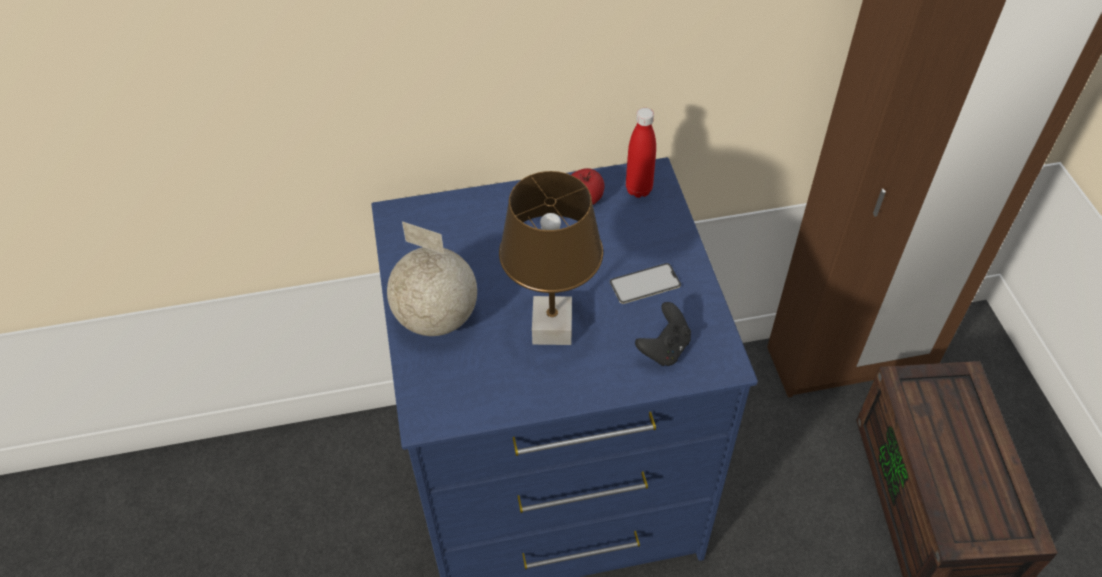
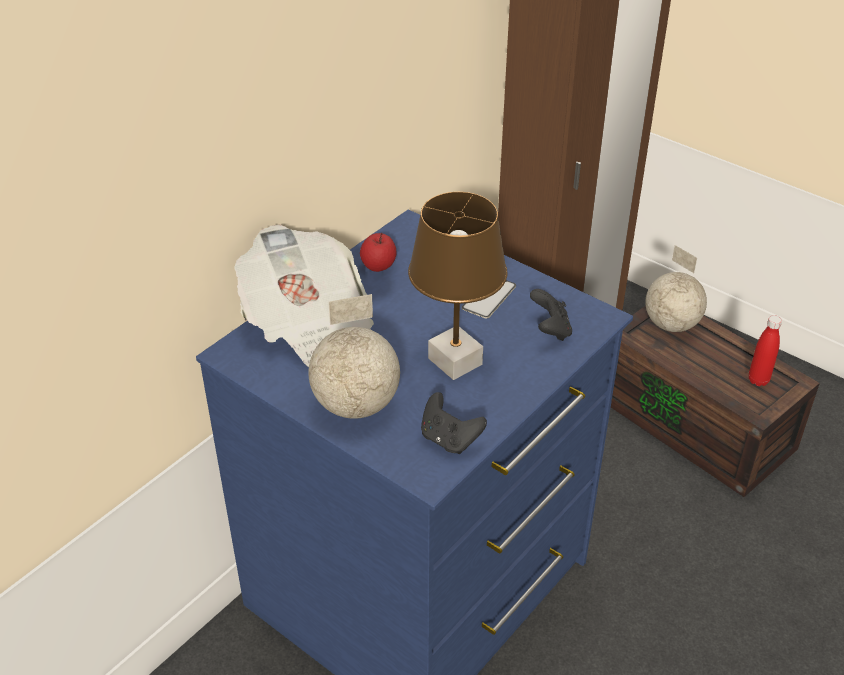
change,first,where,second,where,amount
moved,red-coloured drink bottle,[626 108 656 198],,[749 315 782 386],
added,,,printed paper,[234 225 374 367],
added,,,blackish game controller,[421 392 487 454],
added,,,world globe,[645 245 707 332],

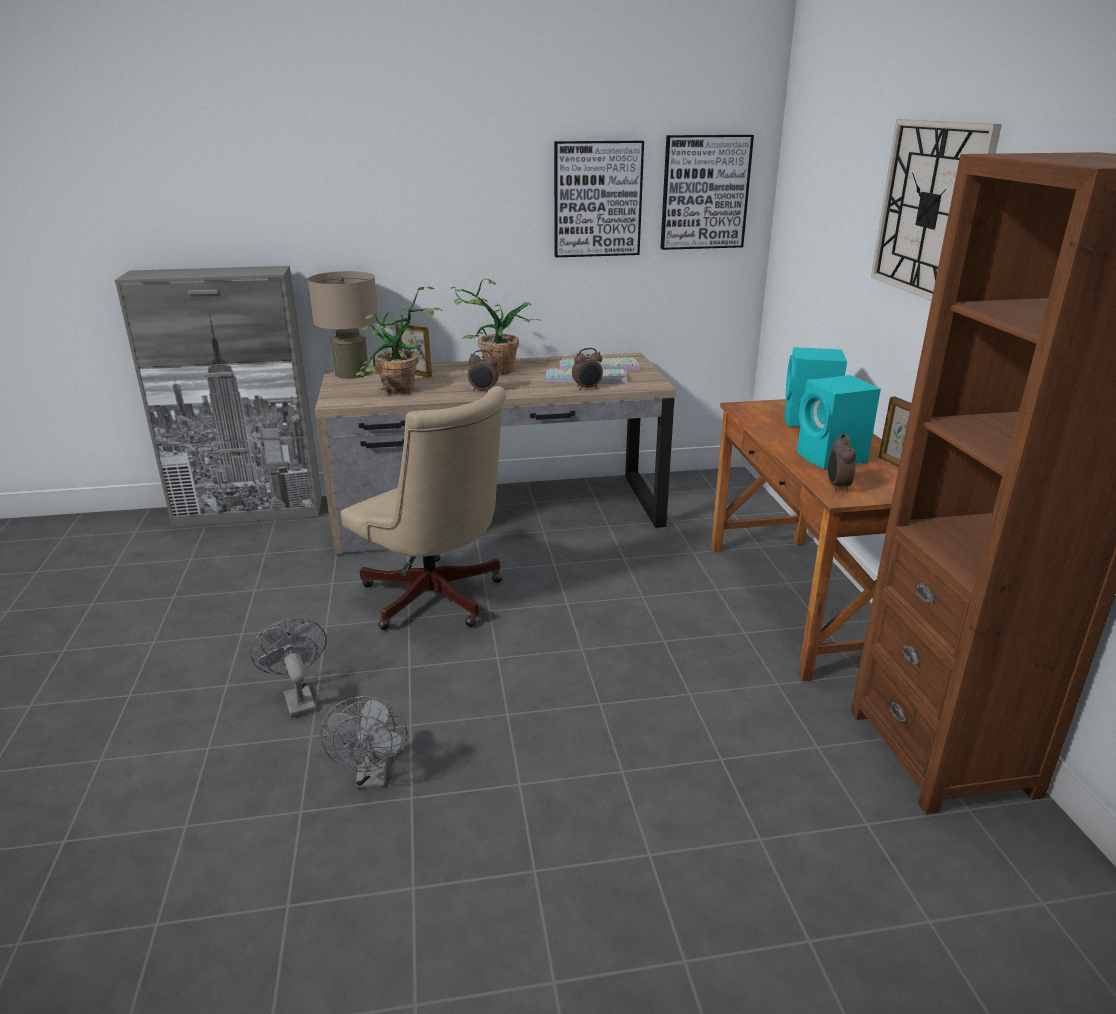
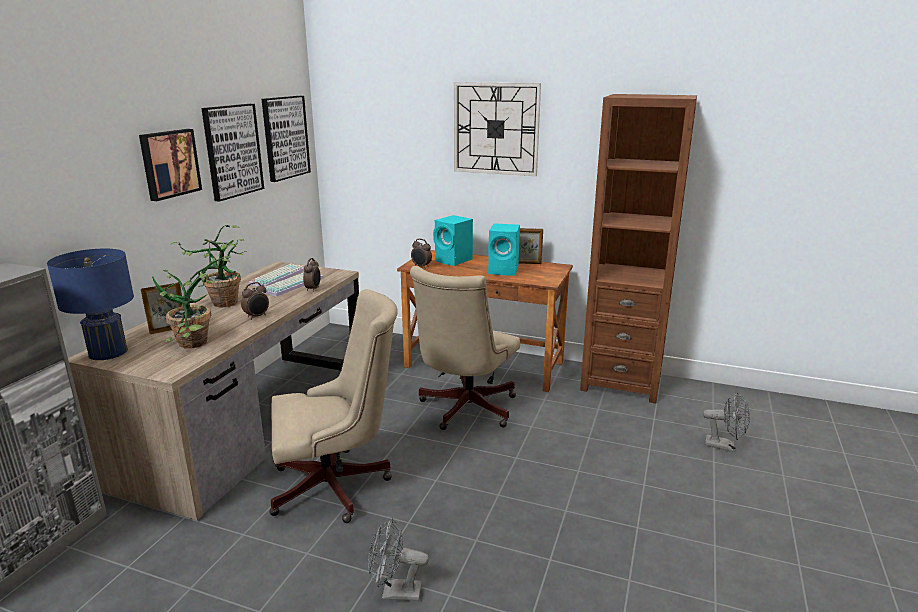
change,first,where,second,where,amount
recoloured,beige tabletop lamp,[308 271 379 379],bluish tabletop lamp,[47 249 134 360],
moved,grey fan,[320 696 408 789],,[703 392 750 452],
moved,table clock,[828 434 856 492],,[411 239 432 269],
added,,,wall art,[139 129 202 201],
added,,,beige computer chair,[410 266 520 430],

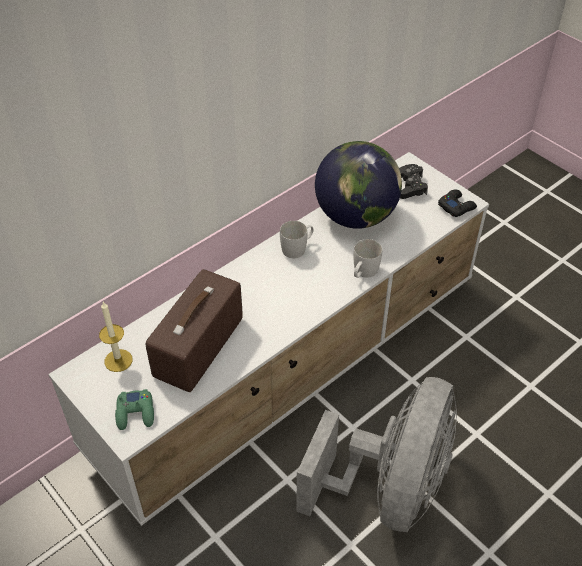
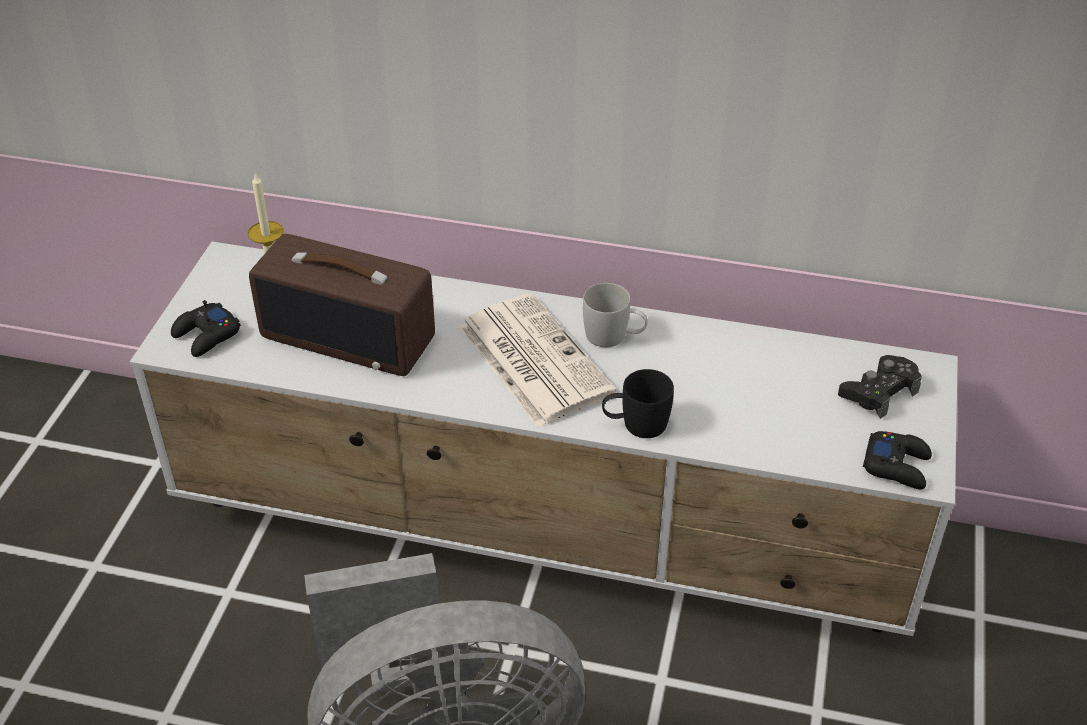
change,first,where,second,where,amount
recoloured,greenish game controller,[115 389 154 430],blackish game controller,[171 300 241 357],
turned,radio set,[146 269 243 392],,[249 234 435 376],150 degrees counterclockwise
removed,world globe,[315 141 402 229],,,
recoloured,whitish mug,[354 239 382 278],blackish mug,[602 369 674 438],
added,,,printed paper,[459 293 616 427],

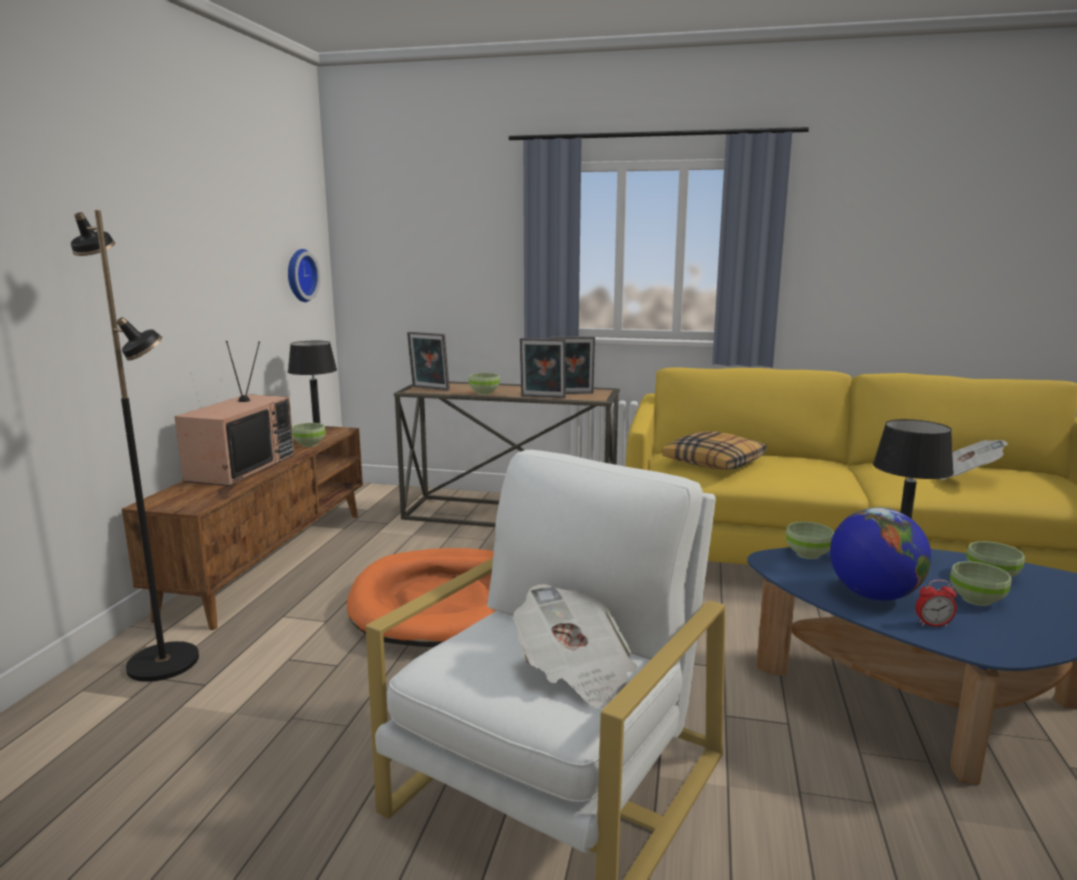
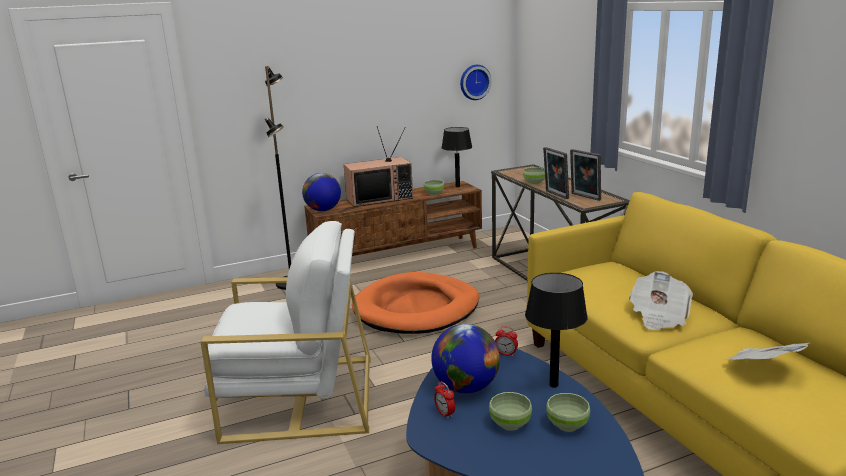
change,first,where,second,where,amount
removed,photo frame,[407 332 450 390],,,
moved,printed paper,[513 584 637 708],,[629 271 693 330],
removed,pillow,[662 431 766 470],,,
replaced,greenish serving bowl,[786 522 834 559],table clock,[495 326 518 357],
added,,,world globe,[302 173 341 211],

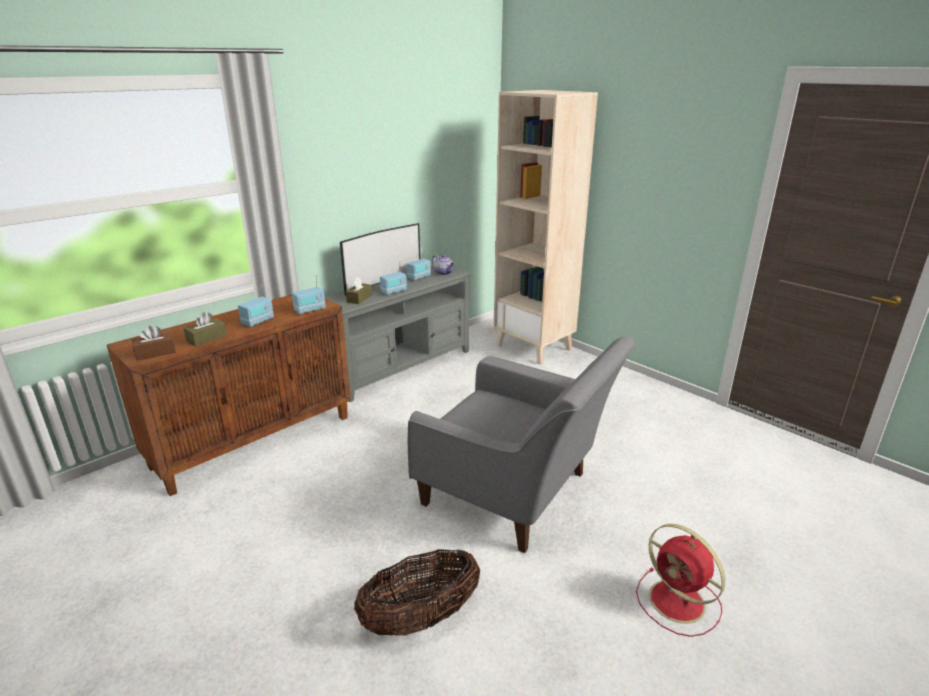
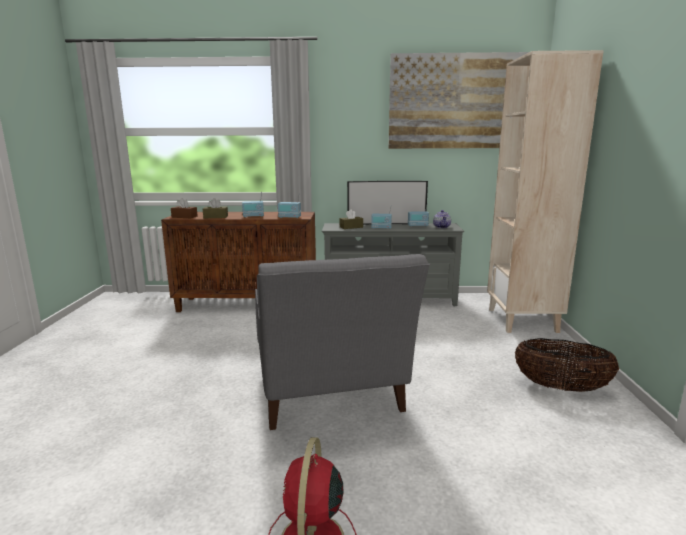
change,first,where,second,where,amount
moved,basket,[354 549 480 636],,[515 338 619 392],
added,,,wall art,[388 52 529 149],

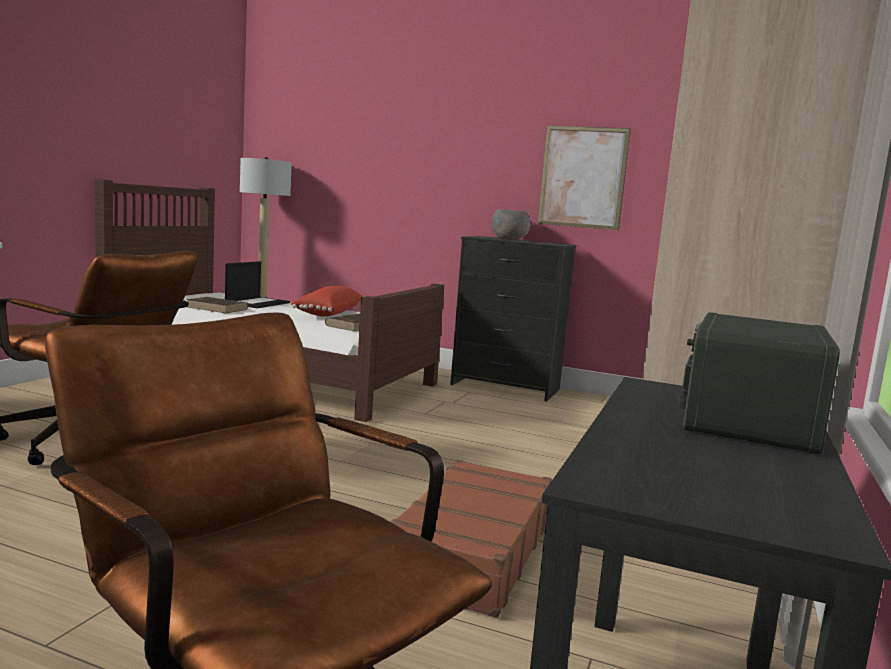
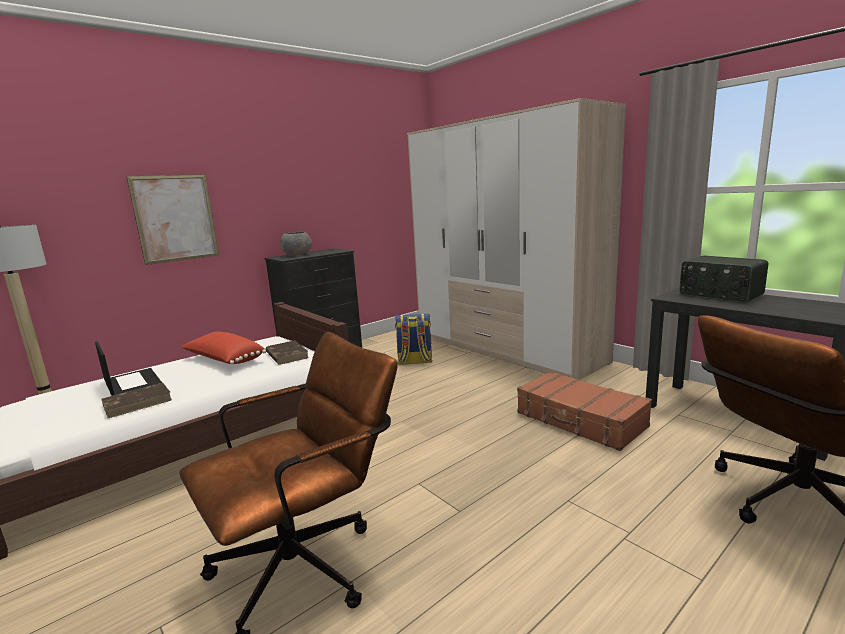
change,first,where,second,where,amount
moved,wall art,[538 126 631 230],,[126 174 219 265],
added,,,knapsack,[395 314 432 365],

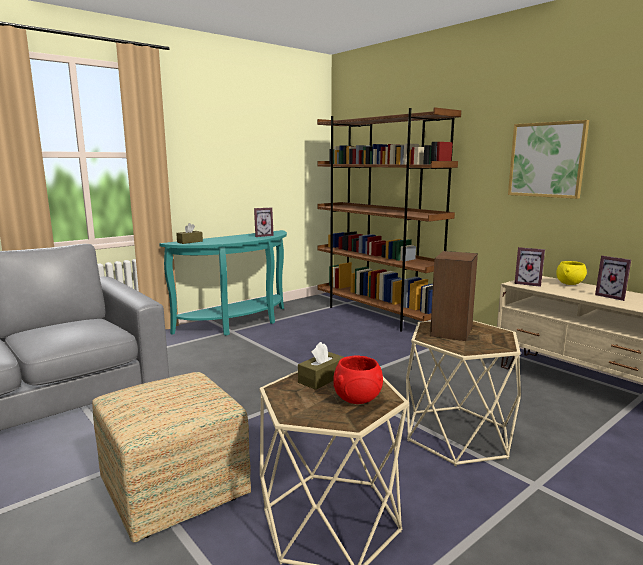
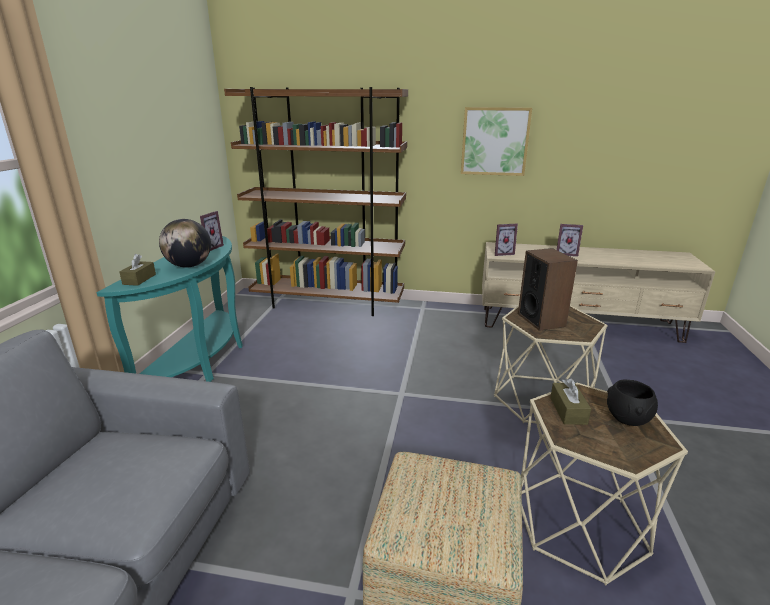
change,first,where,second,where,amount
recoloured,red-coloured serving bowl,[333 355 383 404],blackish serving bowl,[607 380 658 426],
removed,yellow serving bowl,[556 261 587 285],,,
added,,,world globe,[159 219 211 268],

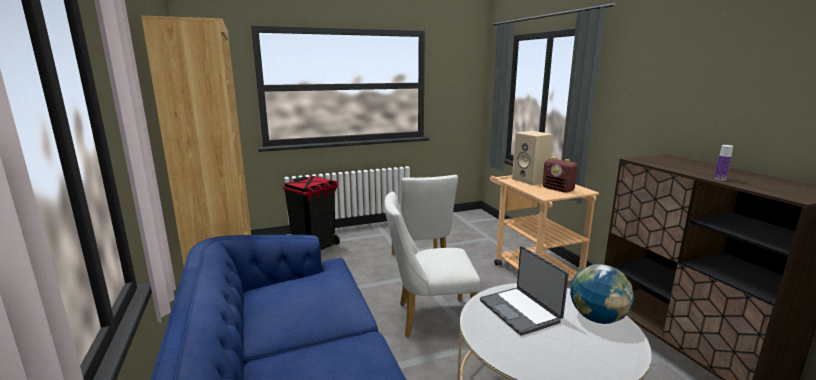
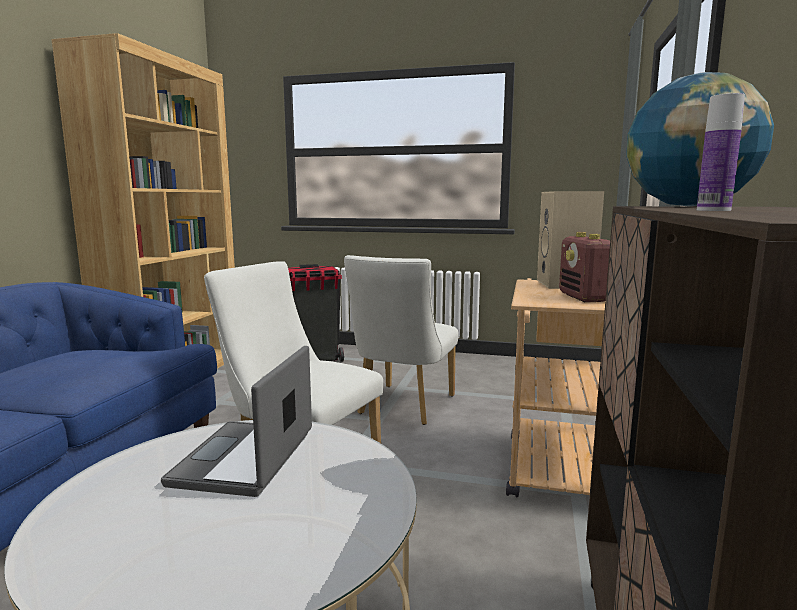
change,first,where,second,where,amount
moved,world globe,[570 264 634 324],,[626 72 774 207],

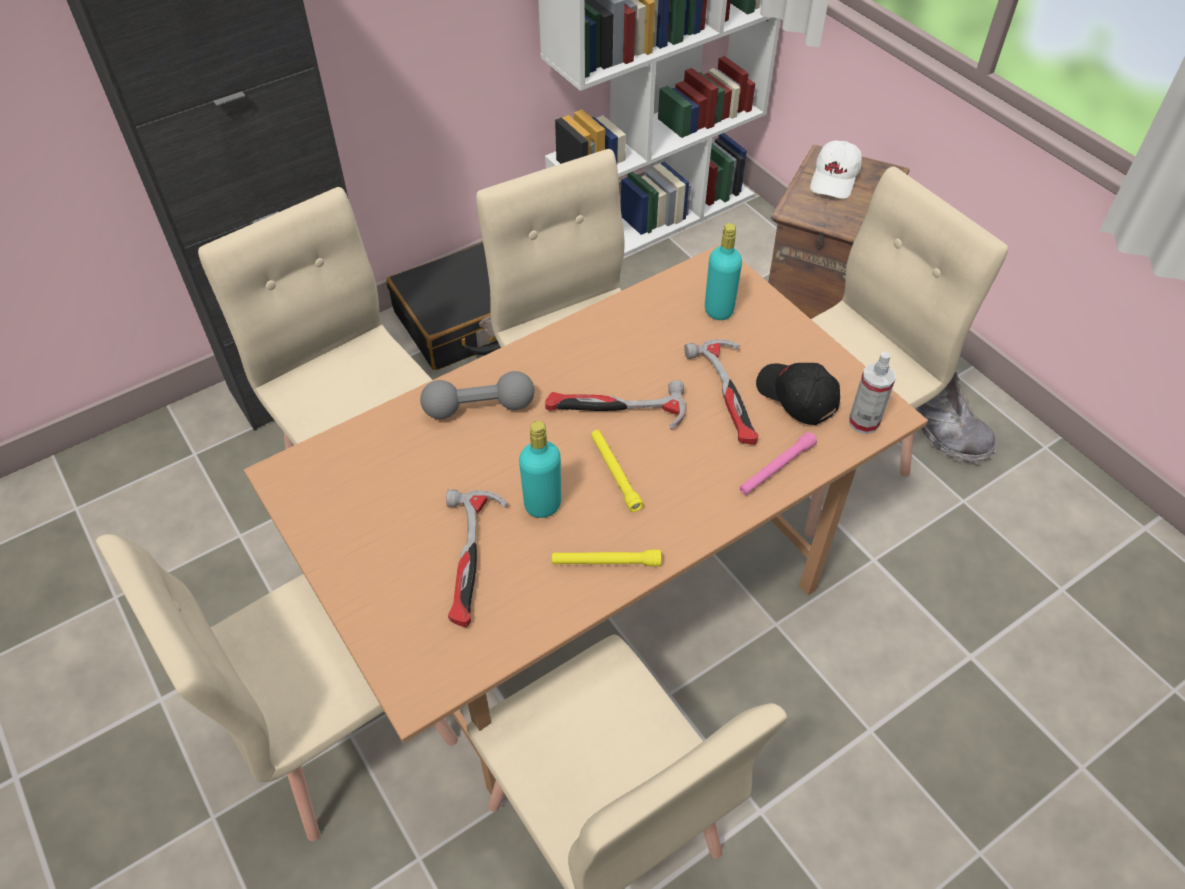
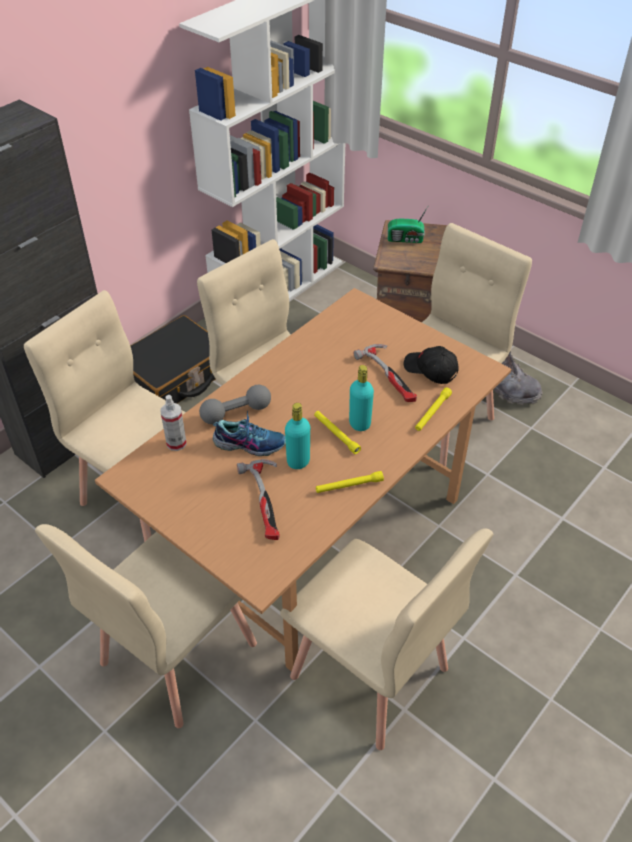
change,first,where,second,where,amount
removed,hammer,[545 380 685 429],,,
moved,turquoise-coloured drink bottle,[705 223 742 320],,[349 365 374 431],
recoloured,pink-coloured torch,[740 432 817 495],yellow torch,[415 387 452 431],
replaced,whitish cap,[810 140 862 199],radio set,[388 205 429 243],
moved,spray bottle,[849 351 896 434],,[160 395 187 451],
added,,,item of footwear,[213 410 286 456],

